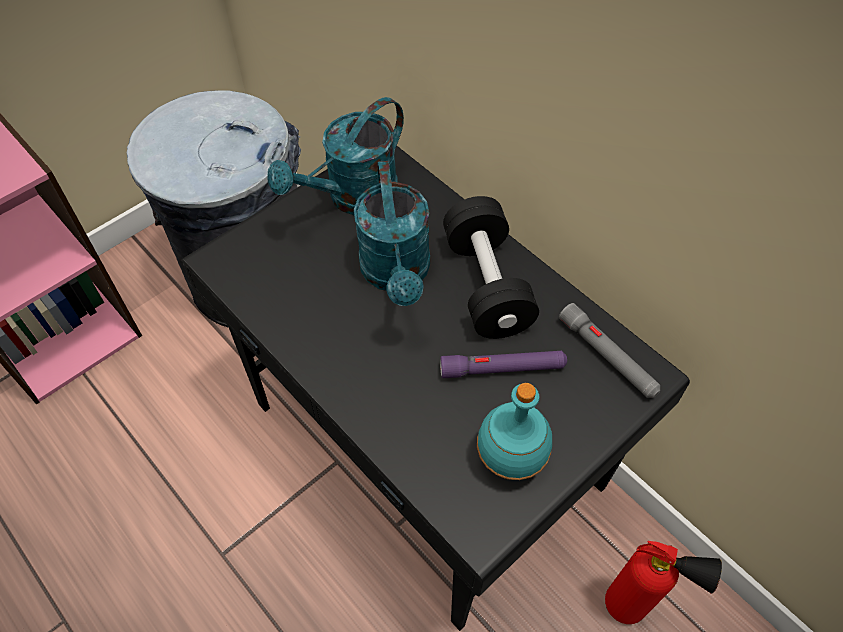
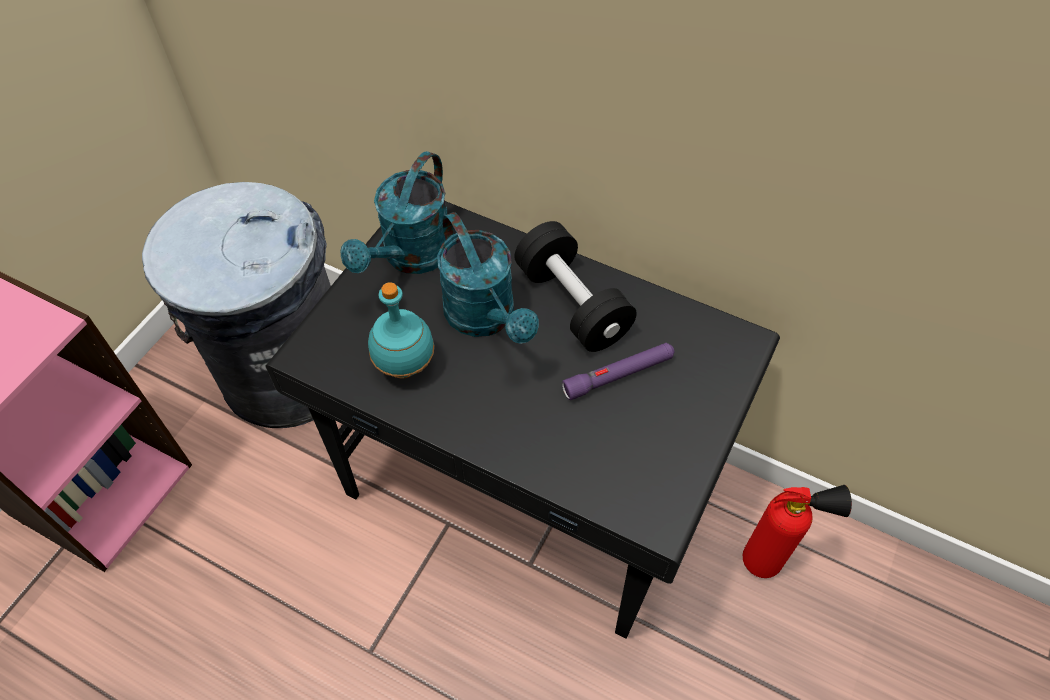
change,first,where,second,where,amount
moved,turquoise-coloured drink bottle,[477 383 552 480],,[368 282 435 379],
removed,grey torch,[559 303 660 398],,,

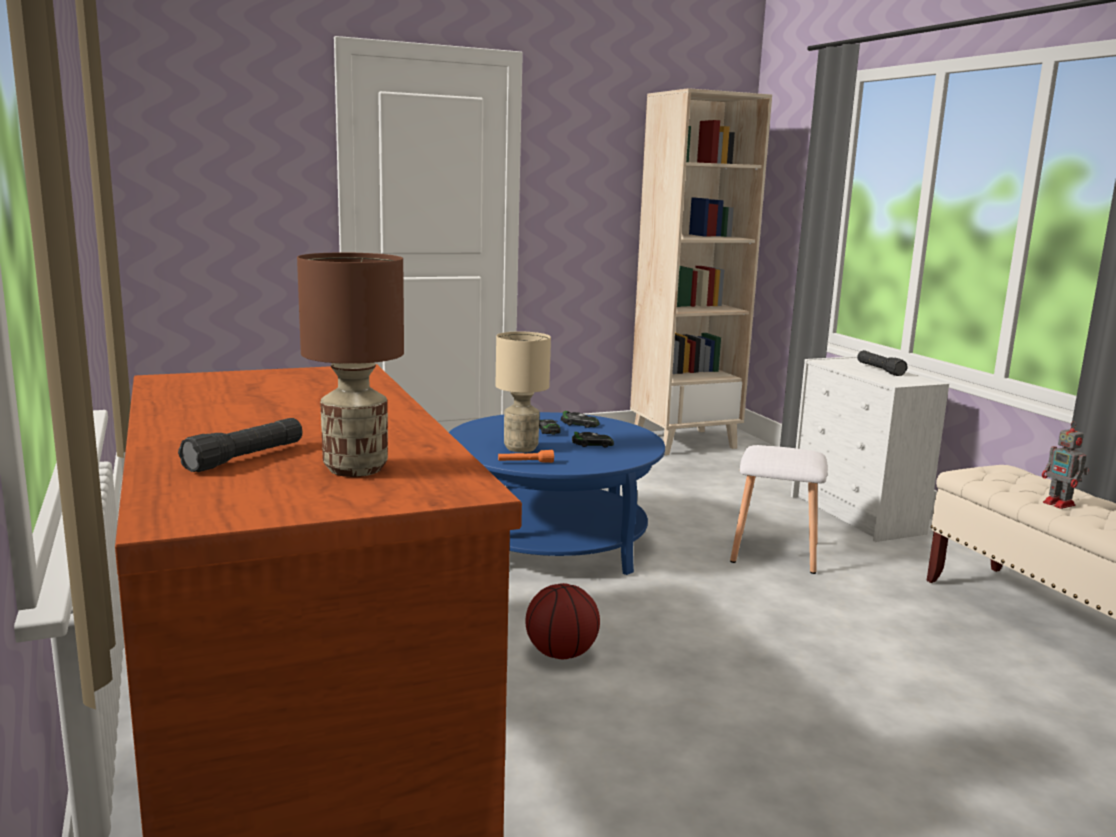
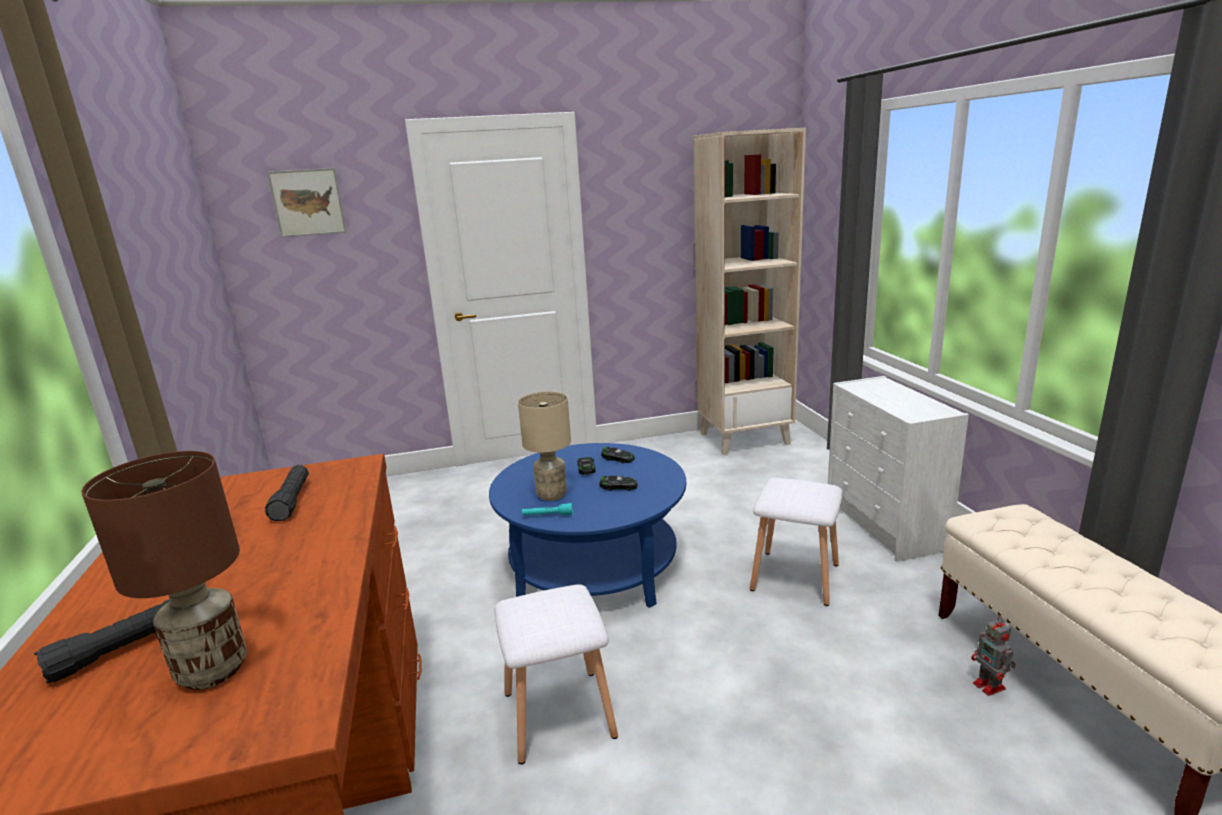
change,first,where,second,where,amount
recoloured,orange torch,[498 450 554 463],turquoise-coloured torch,[522 503 573 515],
replaced,basketball,[525 583 600 659],whitish stool,[494 584 618 764],
moved,blackish torch,[857 350 908 376],,[265 465 309 521],
moved,robot figure,[1042 421 1089 509],,[971 616 1016 696],
added,,,wall art,[267 168 347 237],

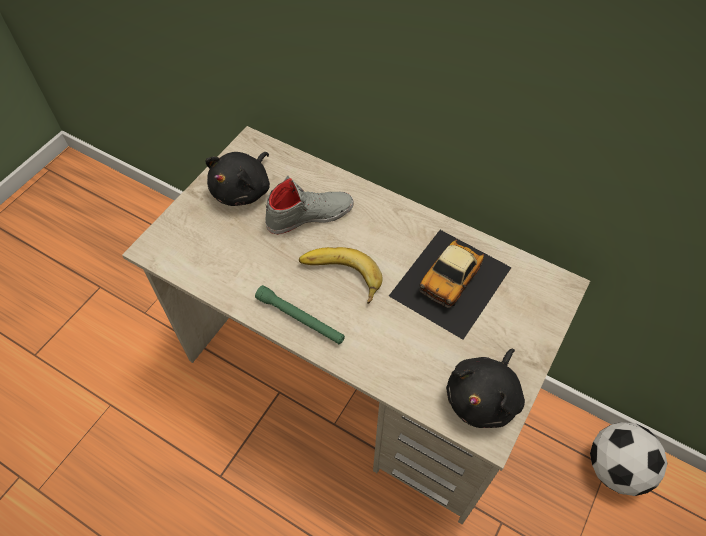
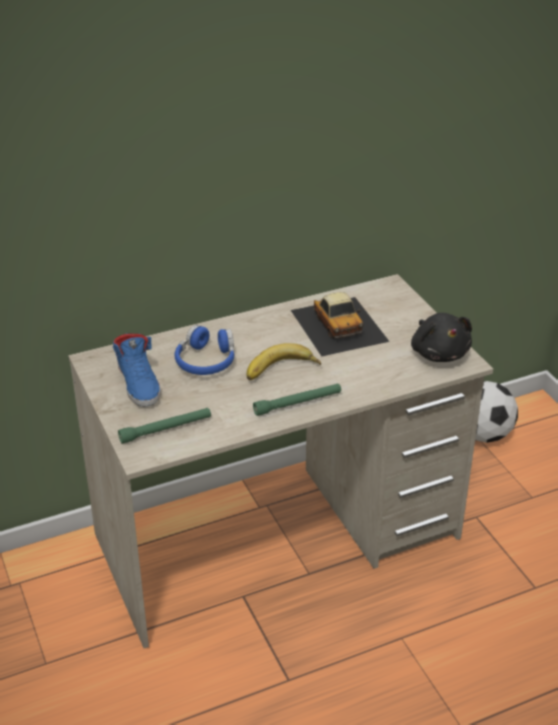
change,first,where,second,where,amount
replaced,blackish cuddly toy,[205 152 270 206],bluish item of footwear,[113 333 160 407],
replaced,grey item of footwear,[265 176 354 234],bluish headphones,[175 325 234 375],
added,,,greenish torch,[118 408 211 444],

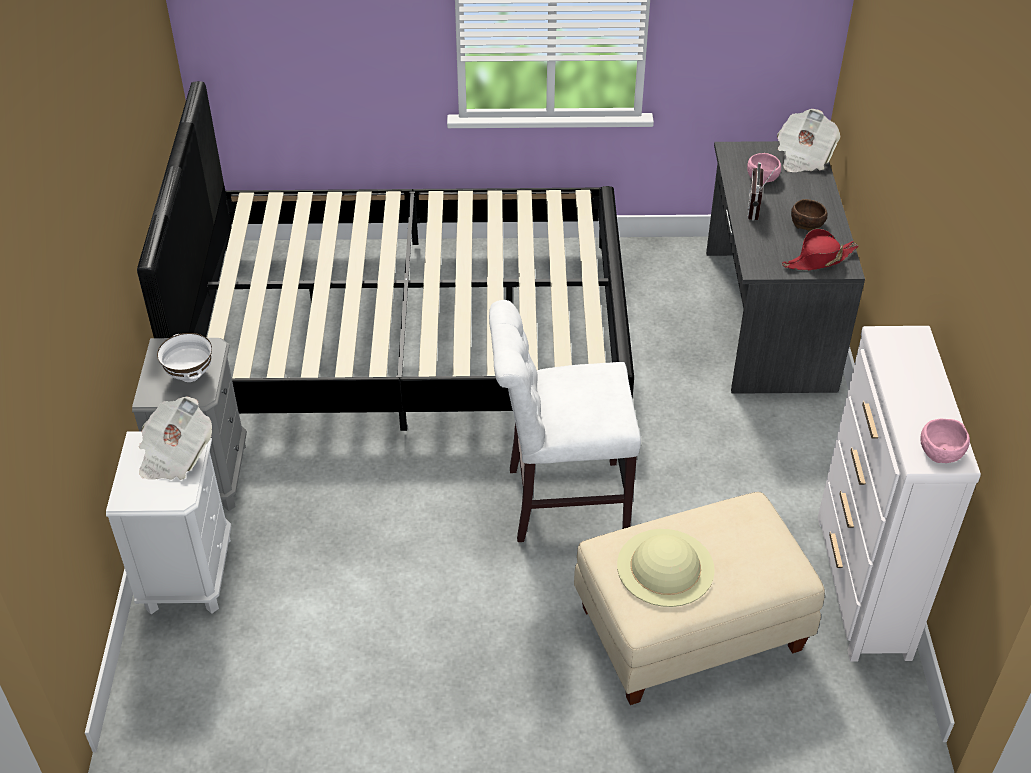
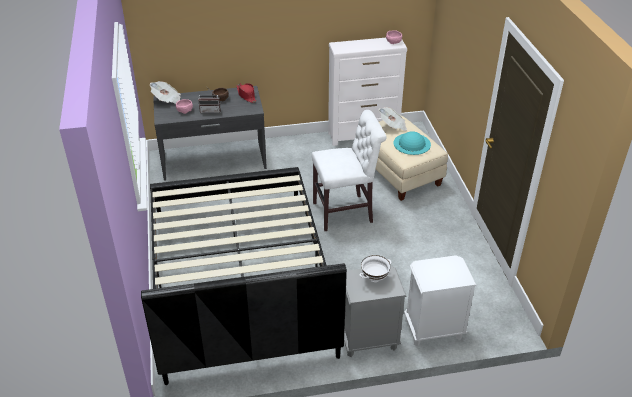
change,first,where,second,where,amount
moved,printed paper,[139 397 212 480],,[379 107 407 131],
turned,whitish chair,[489 300 641 542],,[312 110 387 231],90 degrees counterclockwise
recoloured,beige hat,[617 529 715 607],turquoise-coloured hat,[393 131 431 155],

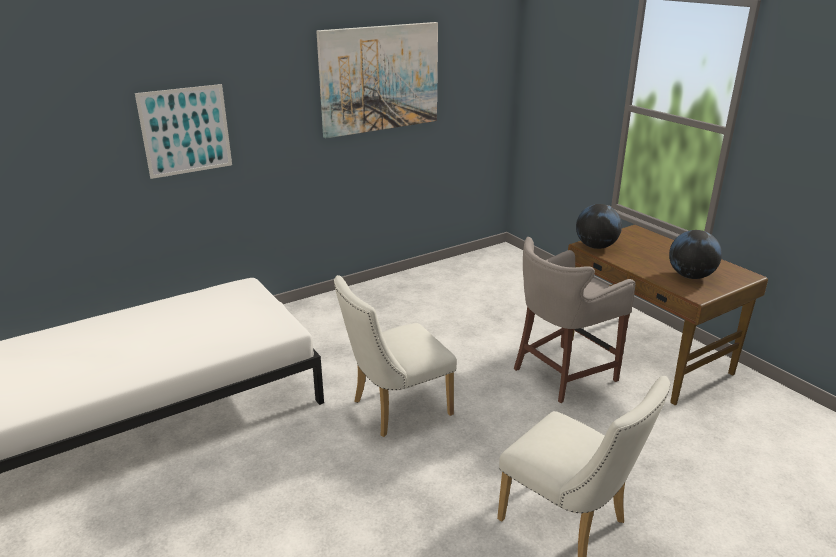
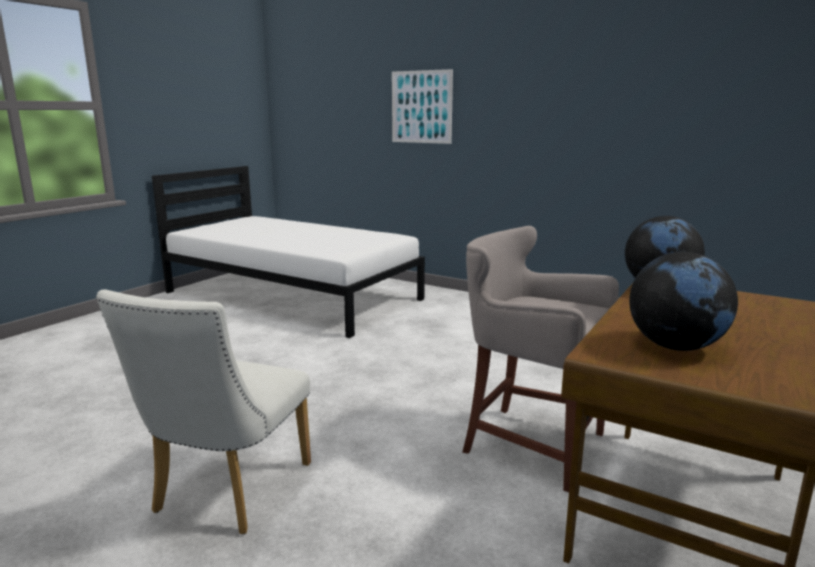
change,first,where,second,where,amount
removed,wall art,[316 22 438 139],,,
removed,whitish chair,[334 275 457 437],,,

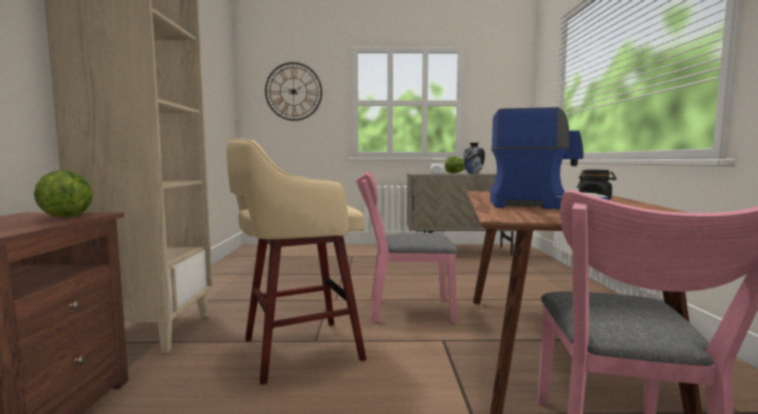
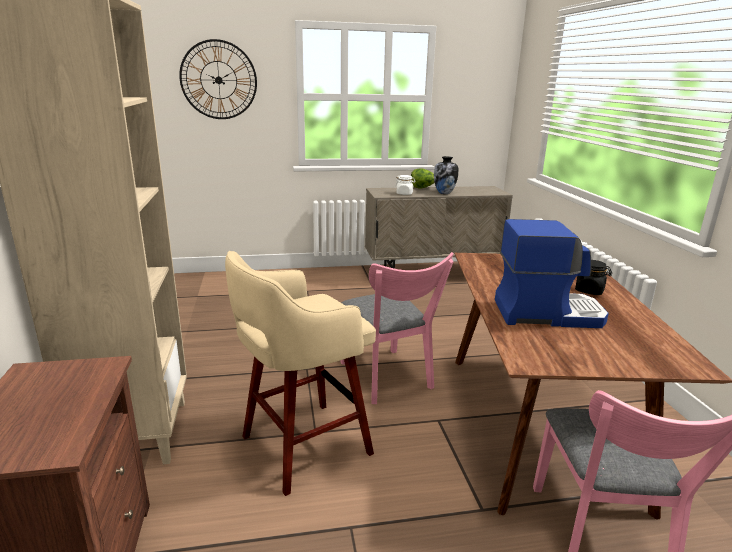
change,first,where,second,where,amount
removed,lettuce,[34 170 93 218],,,
turned,pink-coloured chair,[355 172 458 323],,[340 252 454 404],105 degrees counterclockwise

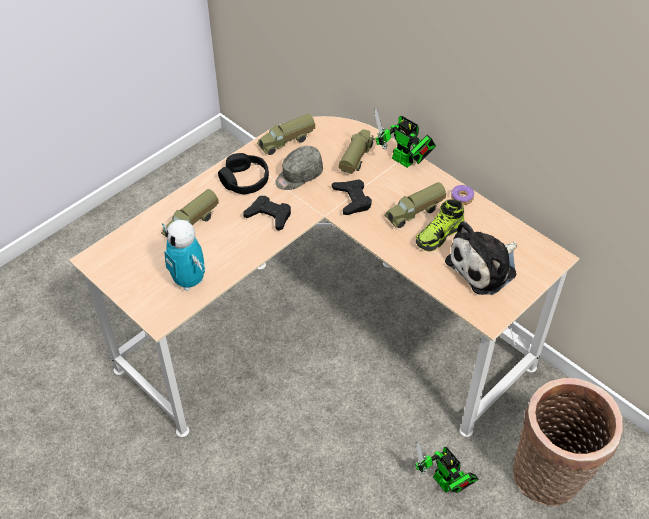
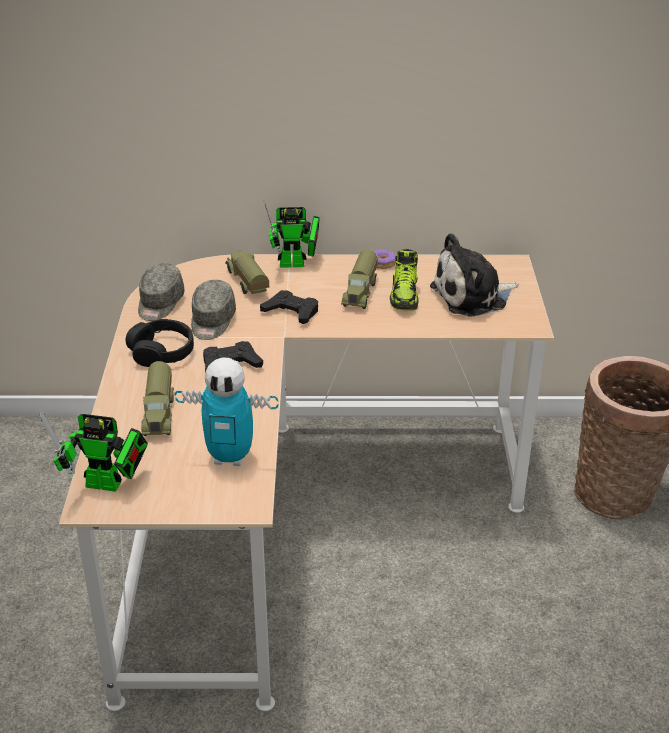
change,first,where,second,where,amount
replaced,toy lorry,[257 114 315 155],grey cap,[138 263 185 321],
moved,robot figure,[415 442 479 493],,[39 412 148 492],
turned,cuddly toy,[445 221 517 295],,[430 233 519 317],60 degrees clockwise

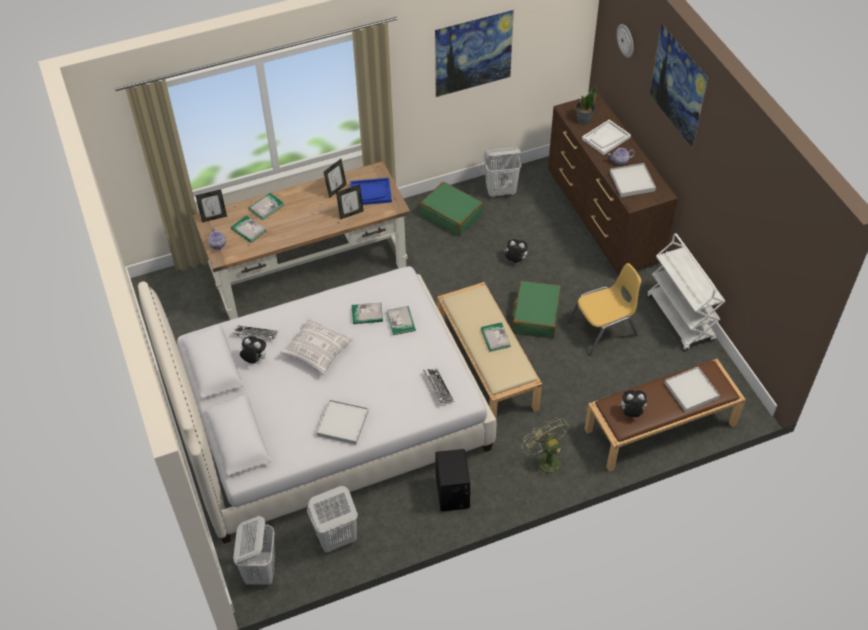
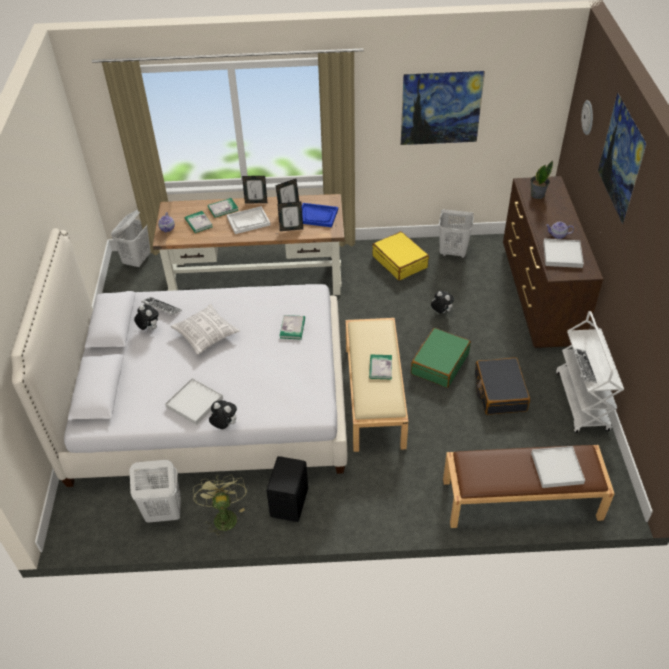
change,first,where,second,where,amount
moved,photo frame,[196 189 227 222],,[242 176 267 203],
moved,whitish washing basket,[233 516 275 585],,[111 210 151 268],
removed,book,[352 302 383 324],,,
recoloured,greenish piece of luggage,[420 182 483 236],yellow piece of luggage,[372 231 429 280],
moved,PC keyboard,[423 368 454 403],,[572 348 597 383],
moved,greenish fan,[521 417 569 480],,[193 474 247 538],
replaced,yellow chair,[567 263 641 355],blackish piece of luggage,[475 358 530 415],
moved,whitish carrying tray,[582 120 631 155],,[227 206 270 234],
moved,cuddly toy,[618 390 647 417],,[209 400 237 429],

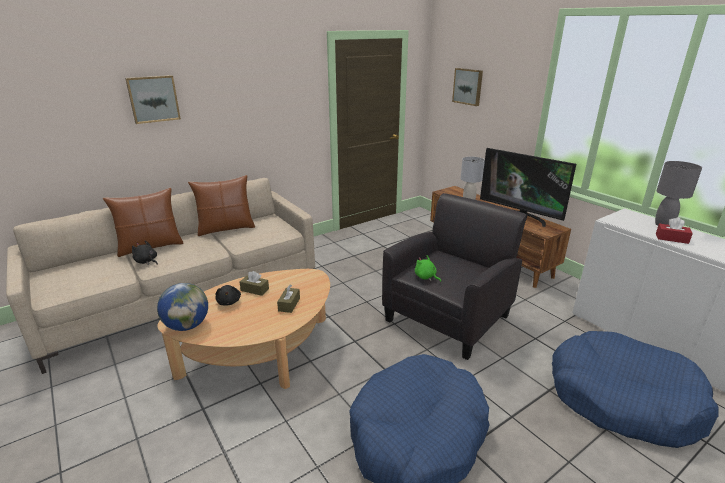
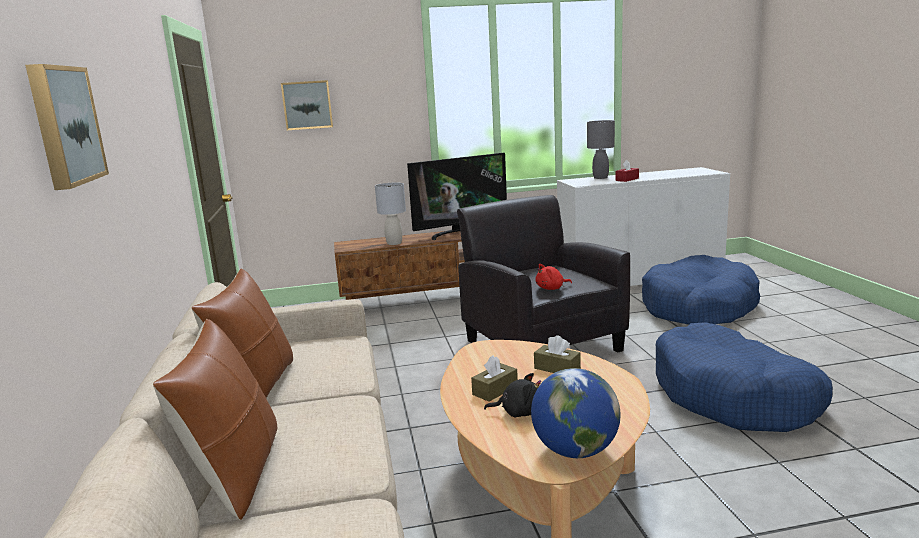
change,first,where,second,where,amount
removed,blackish cuddly toy,[132 240 158 265],,,
recoloured,greenish cuddly toy,[415 255 441 282],red-coloured cuddly toy,[536 264 572 290],

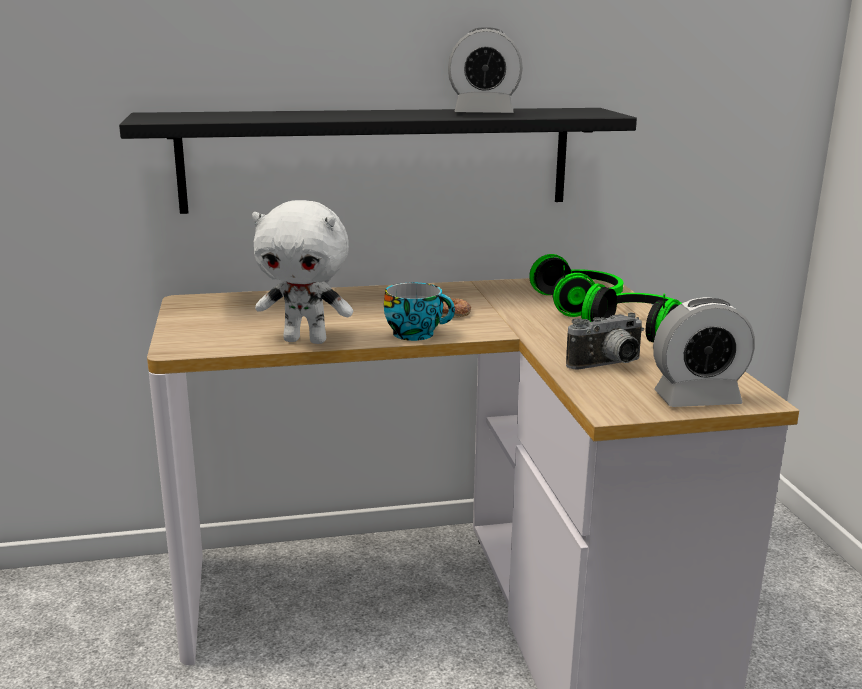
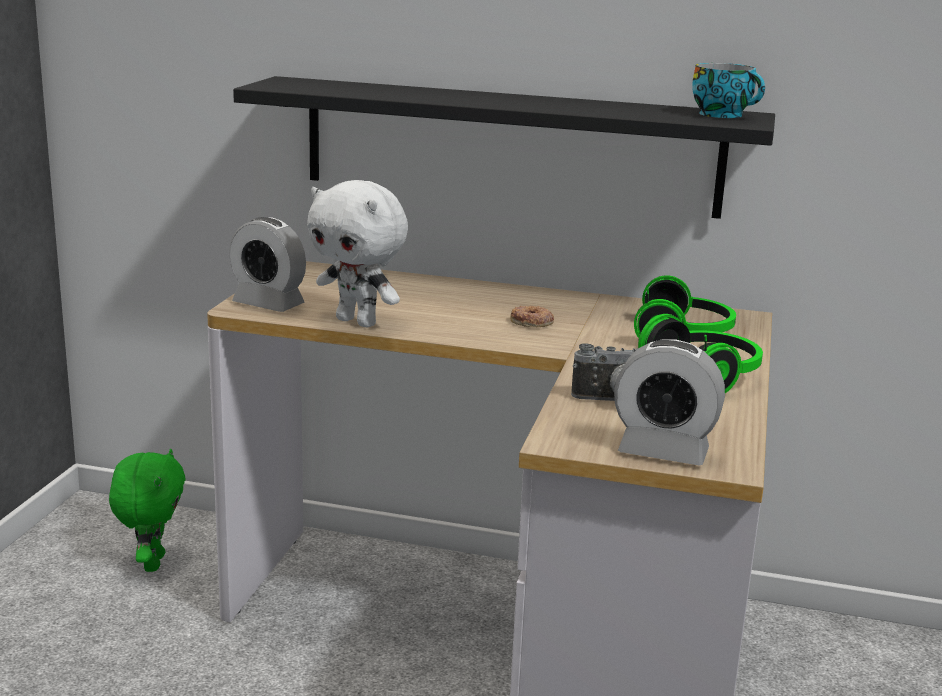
change,first,where,second,where,amount
moved,drinking cup,[384 282 455 341],,[692 63 765 118],
moved,table clock,[448 27 523 113],,[229 217 306 312],
added,,,greenish cuddly toy,[109 449 186 572],

